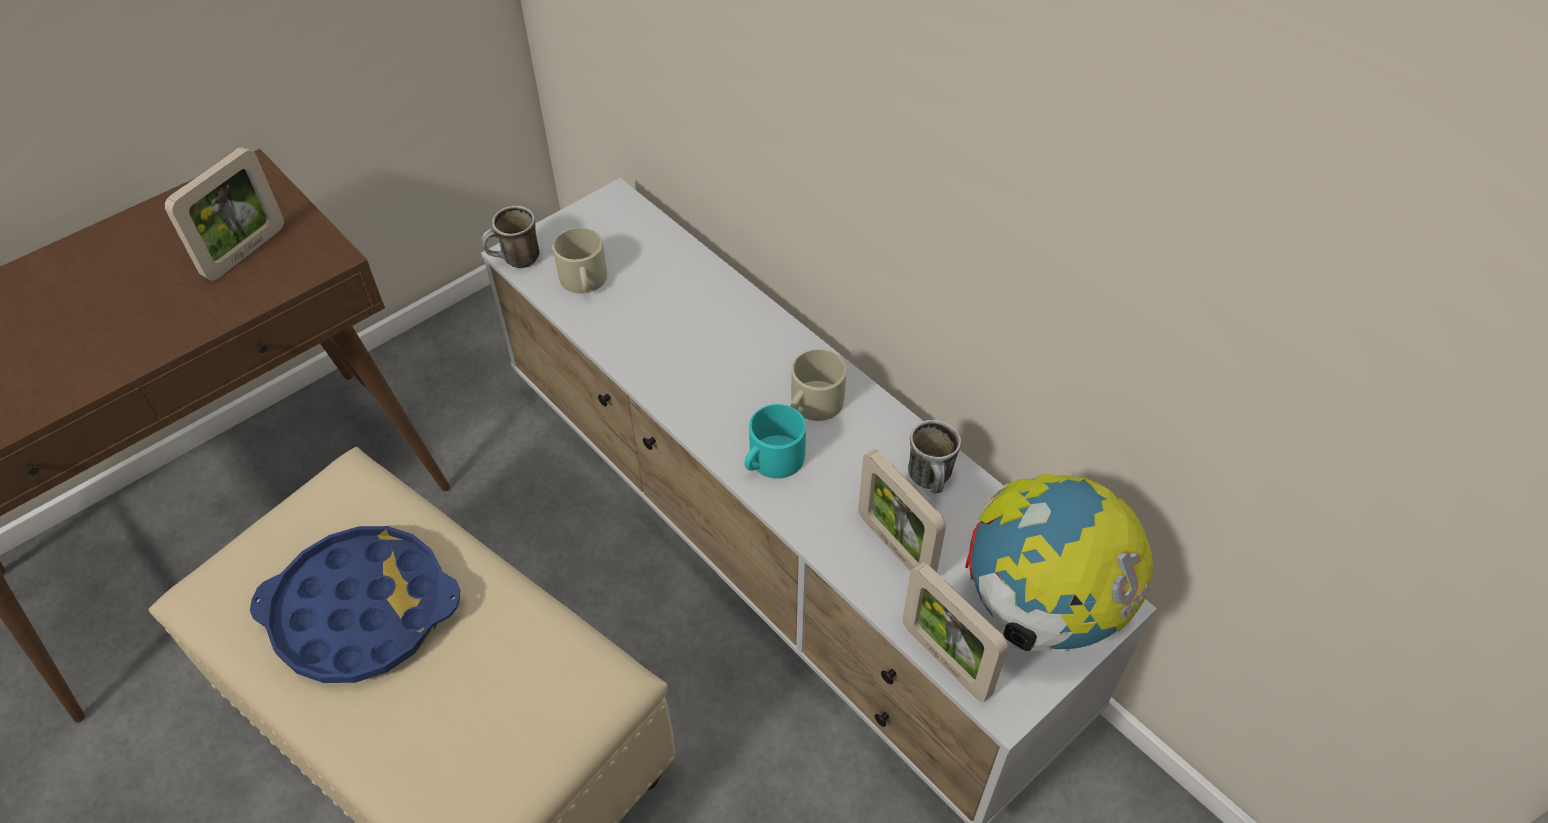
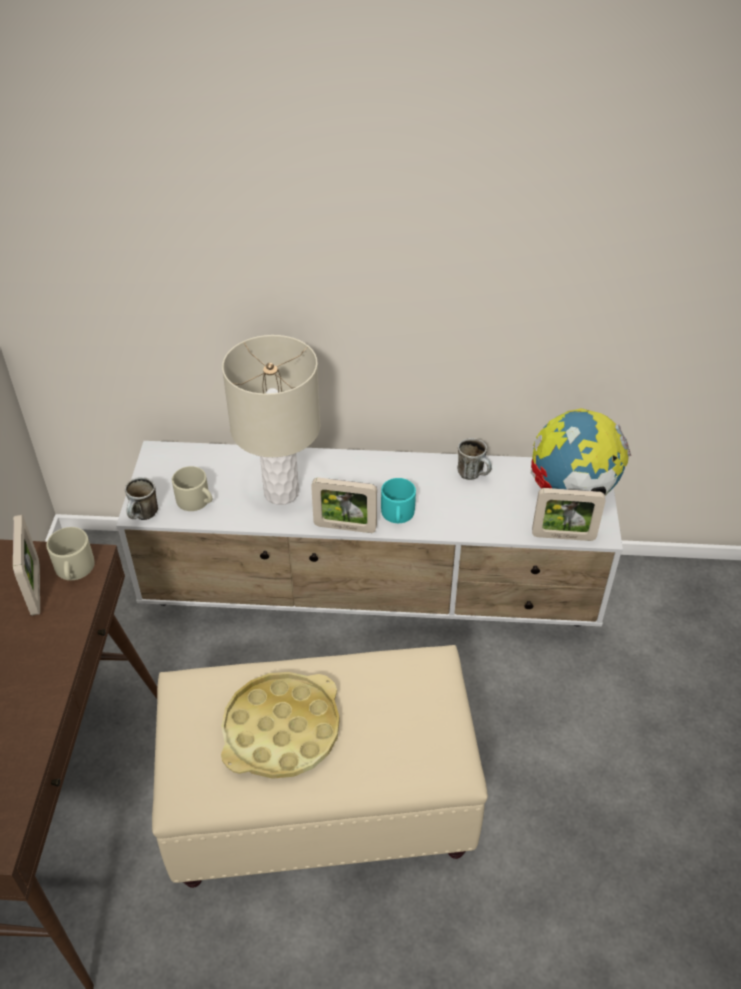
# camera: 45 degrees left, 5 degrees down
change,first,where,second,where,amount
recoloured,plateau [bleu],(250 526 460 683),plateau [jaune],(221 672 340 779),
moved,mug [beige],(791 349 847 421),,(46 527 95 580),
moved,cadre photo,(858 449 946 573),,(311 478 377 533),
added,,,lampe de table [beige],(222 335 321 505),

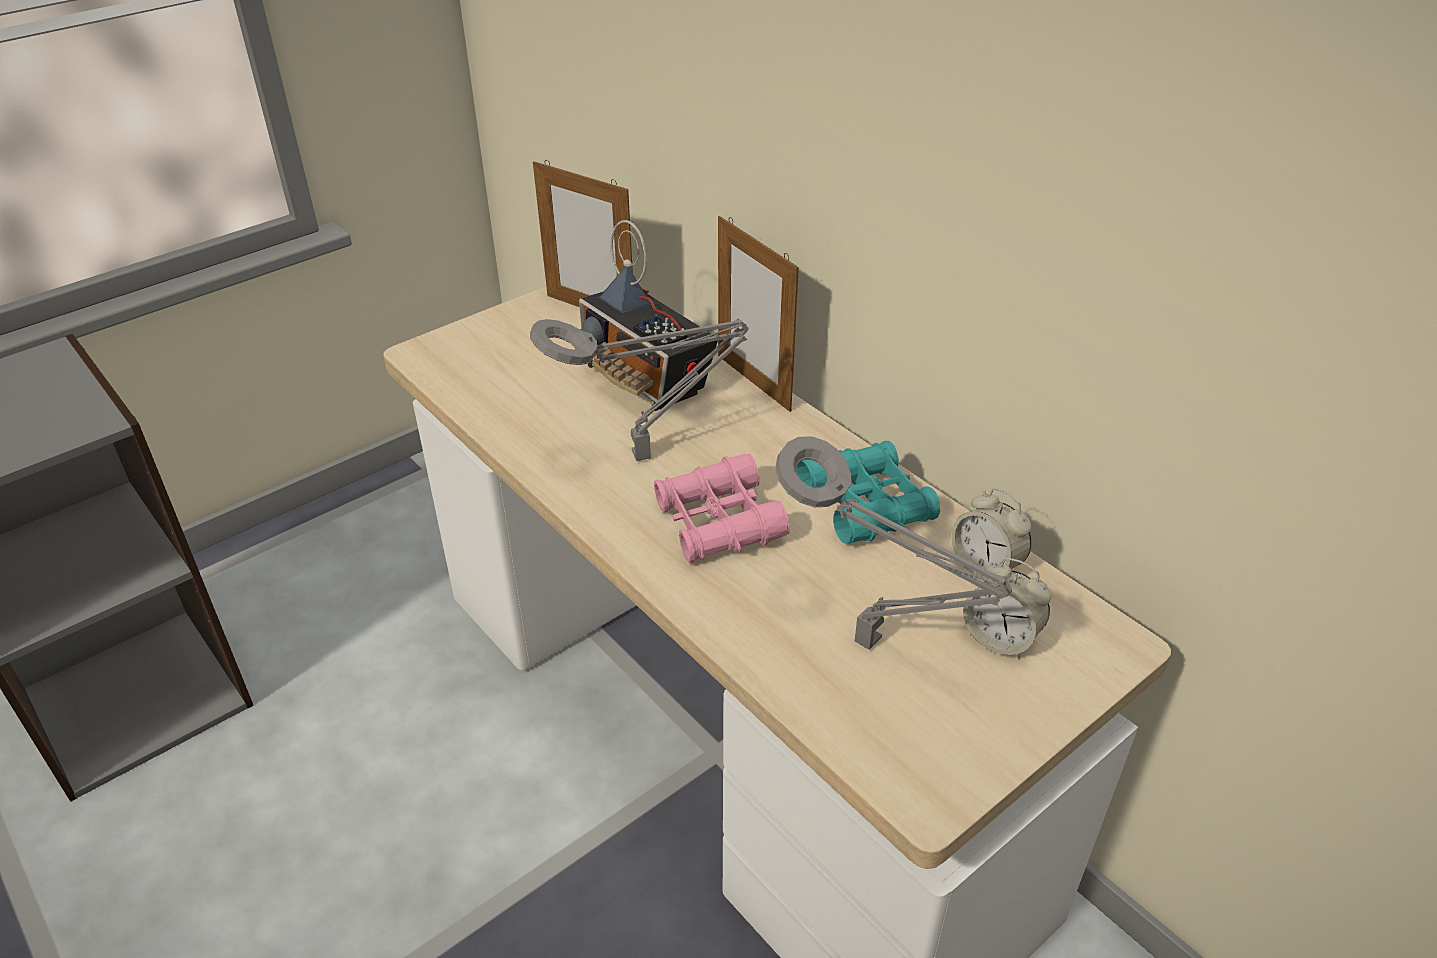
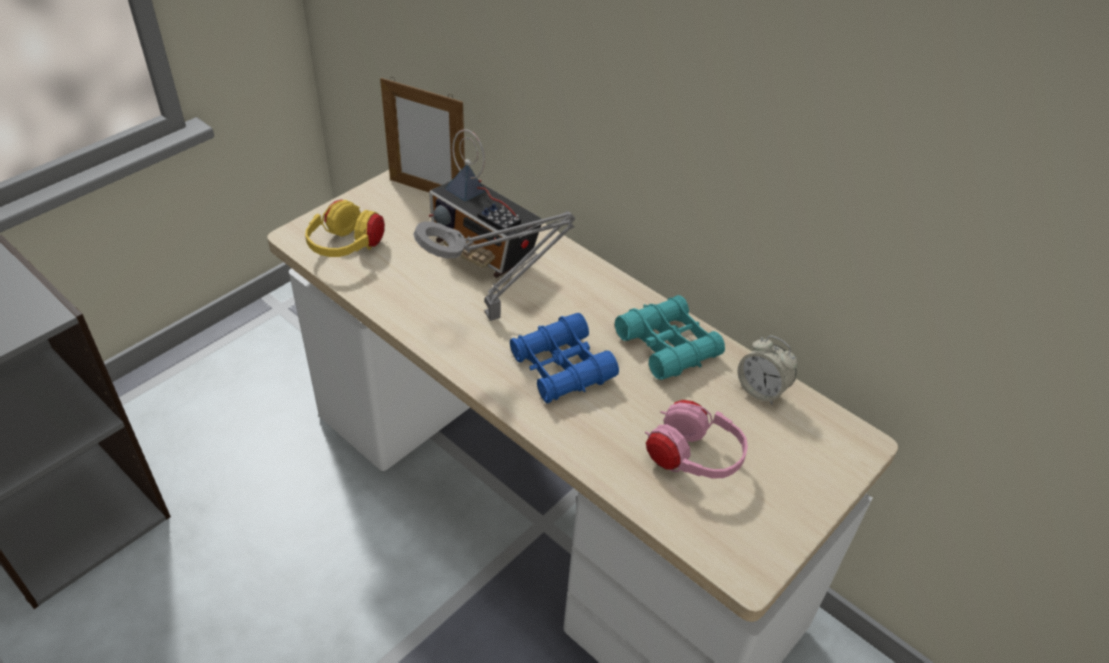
# camera: 10 degrees left, 5 degrees up
change,first,where,second,where,amount
recoloured,jumelles [rose],(654 454 790 563),jumelles [bleu],(510 313 619 403),
removed,cadre photo,(718 216 799 412),,,
replaced,lampe de table [gris],(775 437 1012 650),casque audio [rose],(645 400 748 478),
removed,réveil,(963 558 1051 659),,,
added,,,casque audio [jaune],(305 200 385 257),

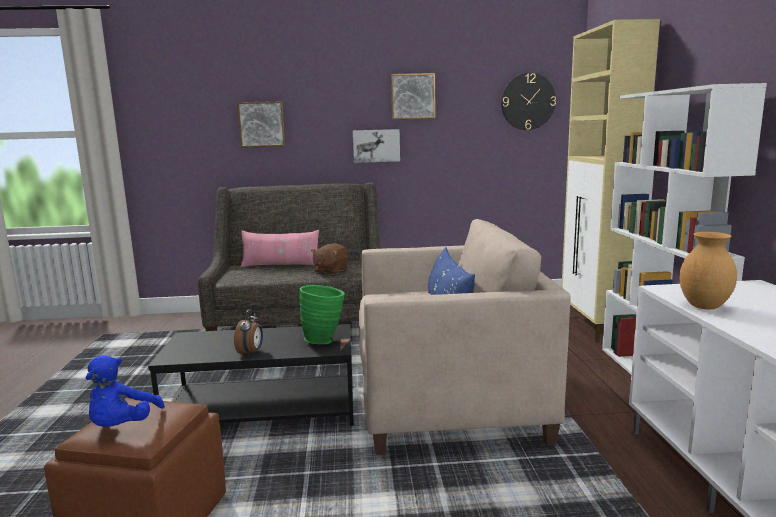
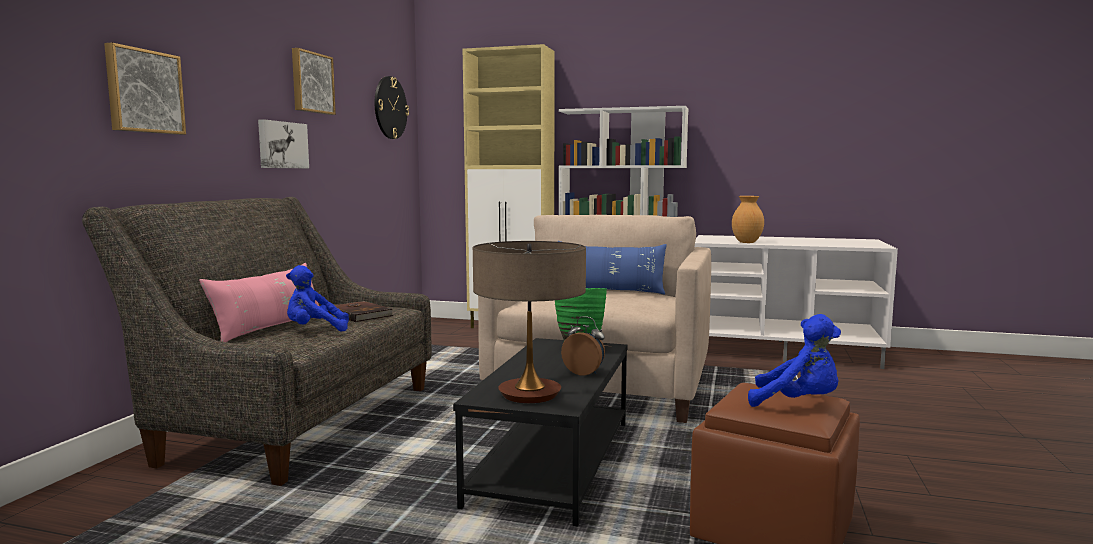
# camera: 70 degrees left, 5 degrees down
change,first,where,second,where,amount
replaced,peluche [marron],(311 243 348 275),livre [marron],(328 301 393 322),
added,,,peluche [bleu],(286 265 349 332),
added,,,lampe de table,(473 241 586 403),

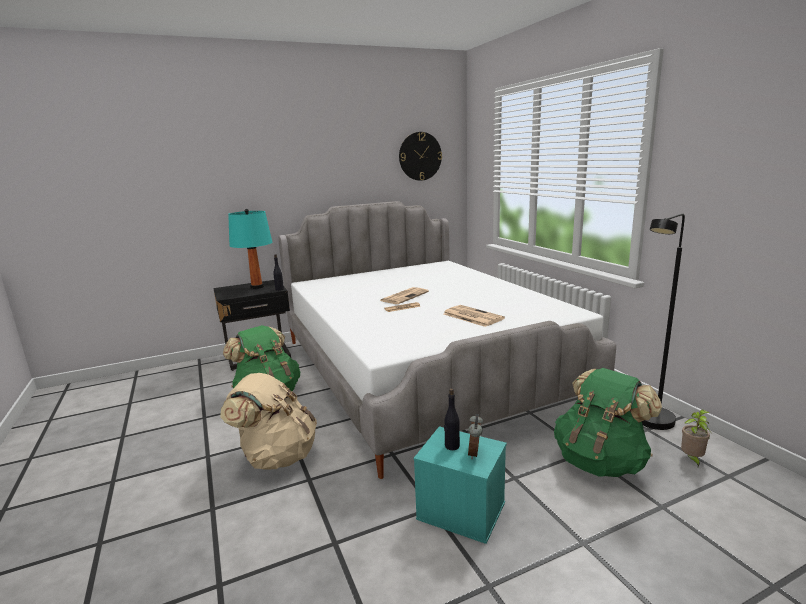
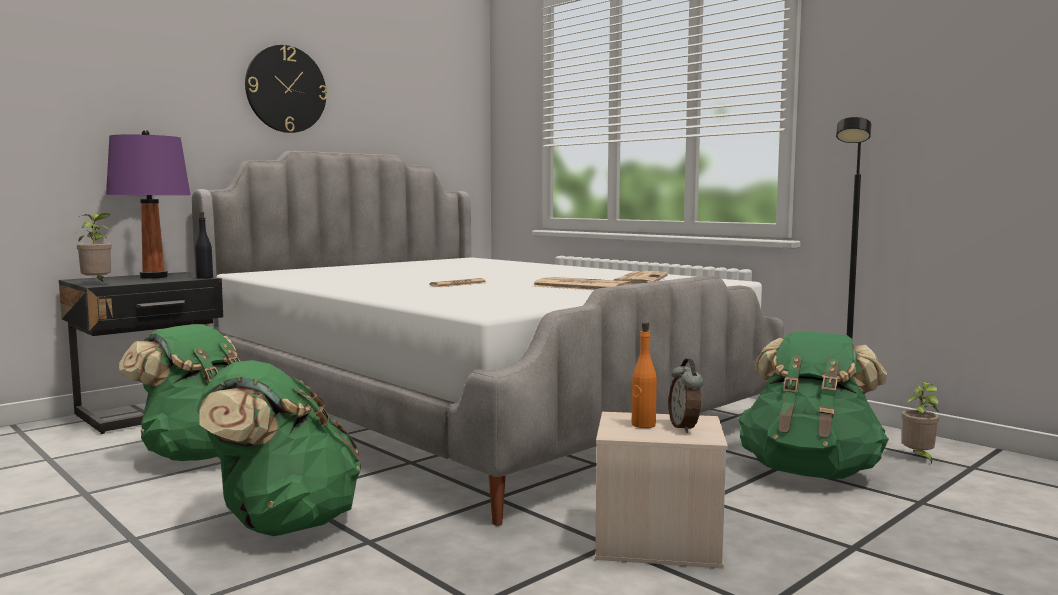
# camera: 20 degrees left, 10 degrees down
change,first,where,second,where,amount
recoloured,sac à dos [beige],(220 373 317 470),sac à dos [vert],(197 360 361 536),
recoloured,lampe de table [turquoise],(228 209 272 289),lampe de table [violet],(106 130 190 279),
moved,journal,(380 287 429 304),,(614 271 668 284),
moved,horloge murale,(399 132 442 181),,(245 45 327 133),
recoloured,boîte de rangement [turquoise],(414 426 507 544),boîte de rangement [beige],(595 412 728 569),
recoloured,bouteille [noir],(444 388 460 450),bouteille [orange],(632 322 657 428),
added,,,plante en pot,(75 213 112 282),

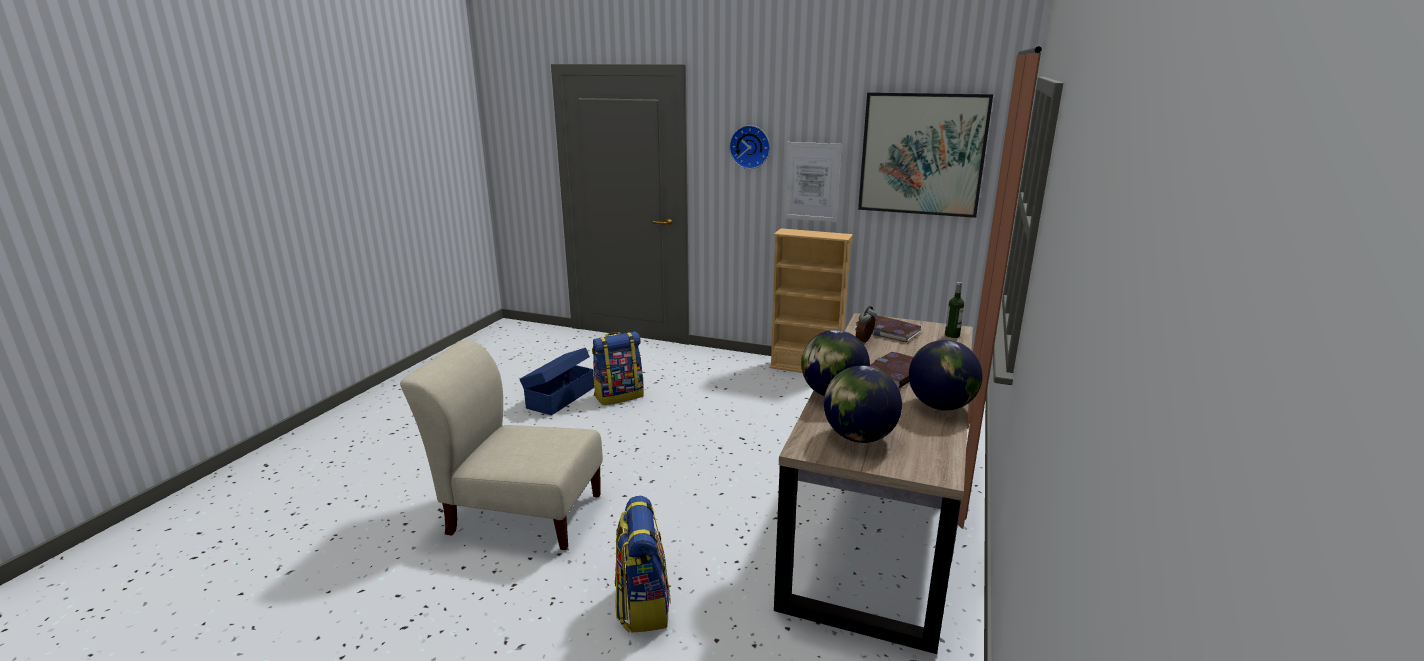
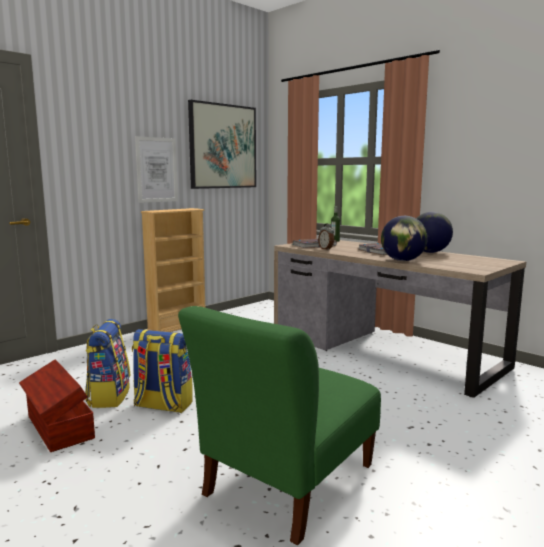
# camera: 65 degrees left, 10 degrees down
change,first,where,second,where,amount
recoloured,chaise [beige],(400 340 603 550),chaise [vert],(178 306 381 545),
recoloured,boîte de rangement [bleu],(520 348 594 415),boîte de rangement [marron],(19 359 95 452),
moved,sac à dos,(615 496 671 633),,(132 329 193 413),
removed,horloge murale,(729 125 770 169),,,
removed,globe,(824 365 902 443),,,

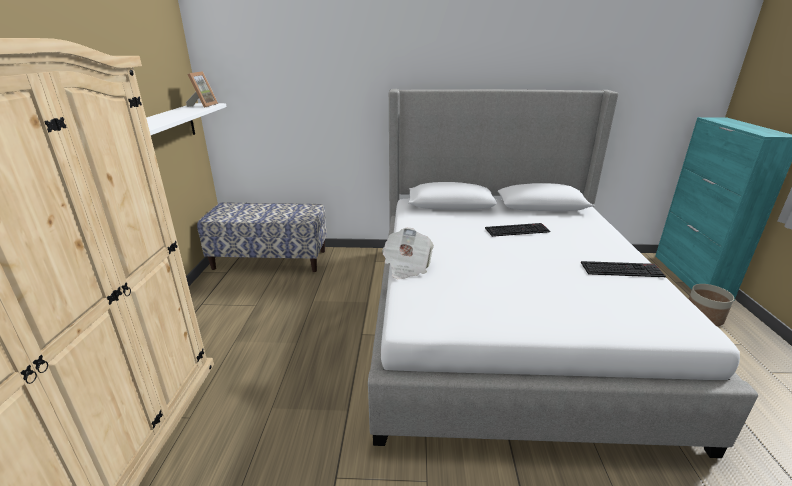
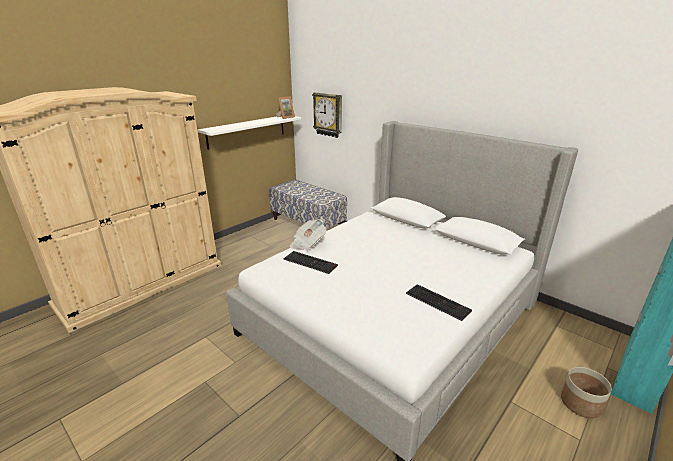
# camera: 40 degrees right, 0 degrees up
change,first,where,second,where,amount
moved,clavier,(485 223 550 237),,(284 251 338 274),
added,,,horloge murale,(312 92 342 138),

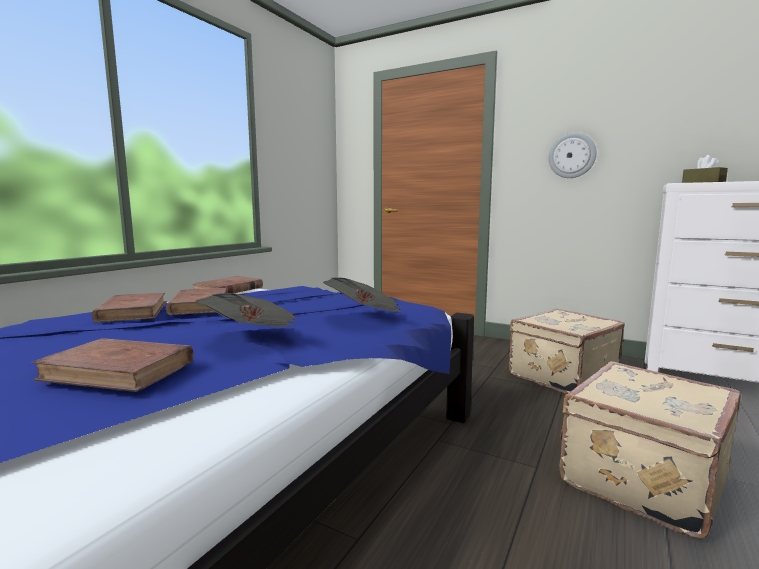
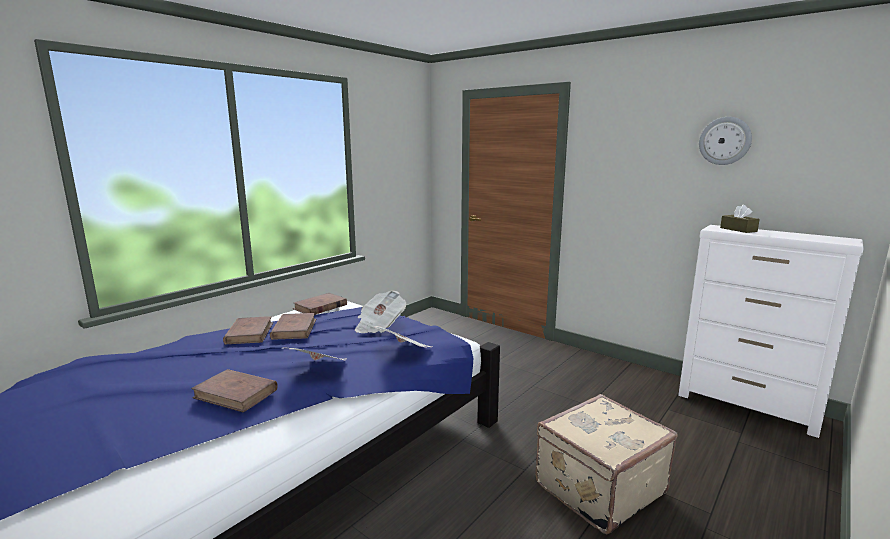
# camera: 10 degrees right, 5 degrees up
change,first,where,second,where,amount
removed,valise [beige],(509 308 625 394),,,
moved,horloge murale,(549 133 597 178),,(699 117 752 165),
added,,,journal,(355 291 406 333),

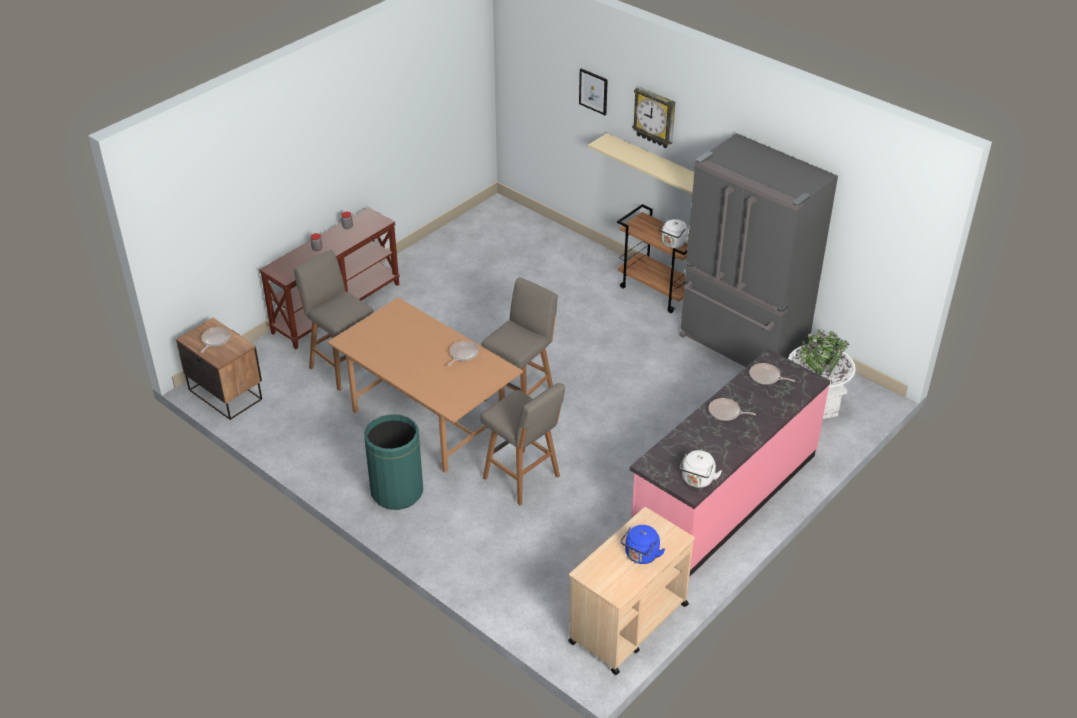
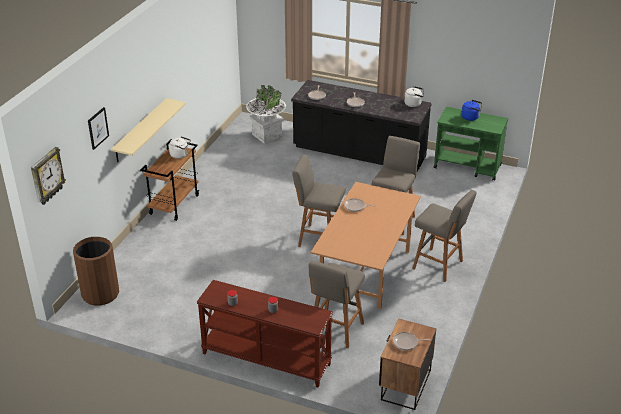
# camera: 110 degrees left, 5 degrees down
change,first,where,second,where,amount
replaced,poubelle [vert],(364 414 423 510),tabouret [gris],(412 190 476 282),
recoloured,chariot [beige],(568 507 695 675),chariot [vert],(434 107 508 181),
recoloured,comptoir de cuisine [rose],(630 349 830 577),comptoir de cuisine [noir],(291 80 432 172),
moved,horloge murale,(632 86 675 148),,(31 147 66 205),
removed,réfrigérateur [gris],(679 133 838 367),,,
added,,,poubelle [marron],(73 237 119 305),

